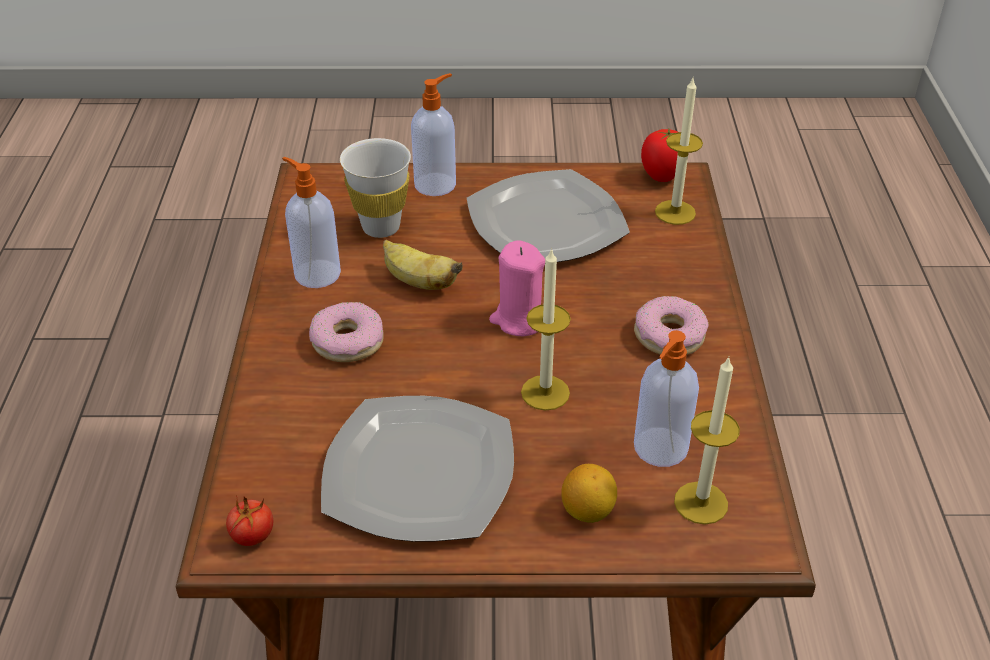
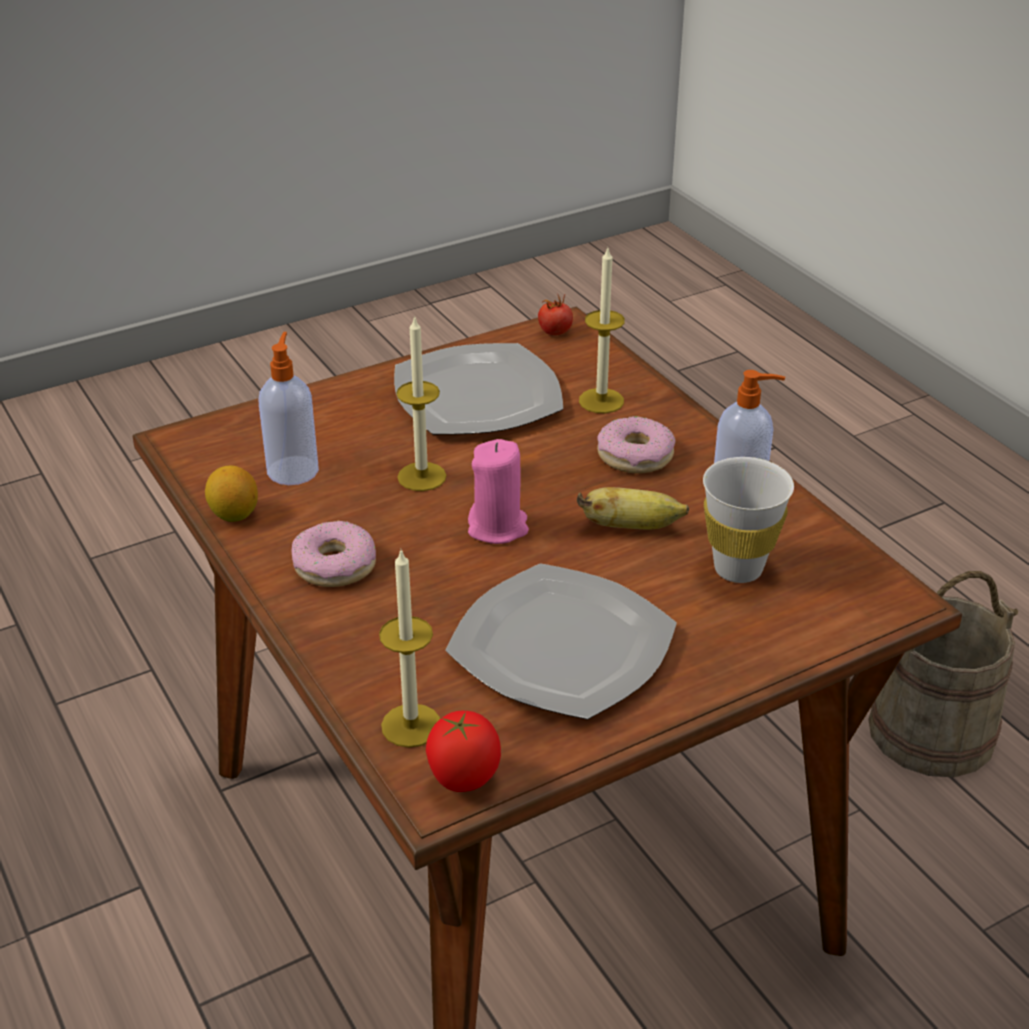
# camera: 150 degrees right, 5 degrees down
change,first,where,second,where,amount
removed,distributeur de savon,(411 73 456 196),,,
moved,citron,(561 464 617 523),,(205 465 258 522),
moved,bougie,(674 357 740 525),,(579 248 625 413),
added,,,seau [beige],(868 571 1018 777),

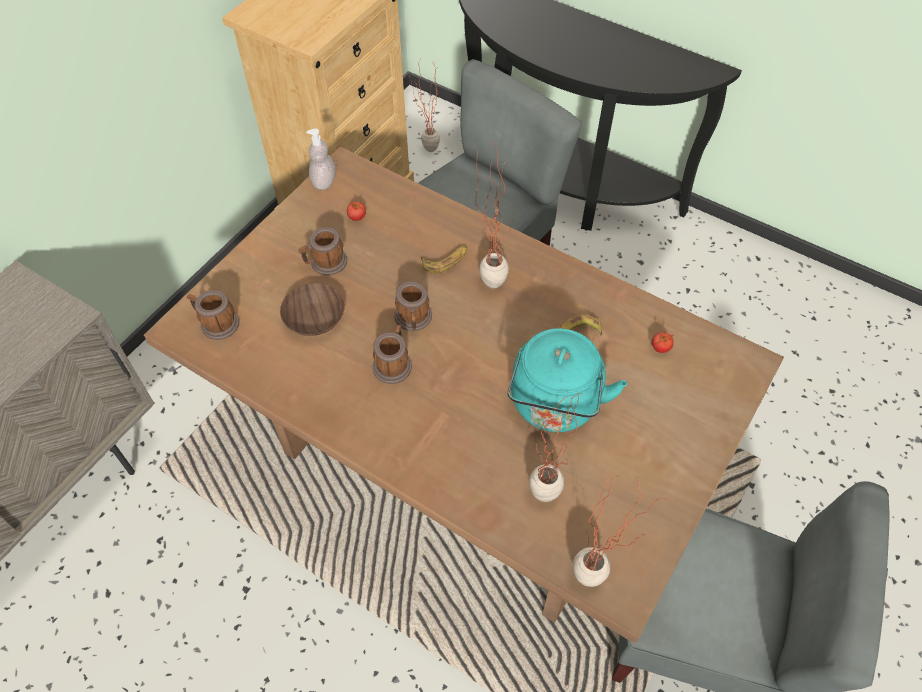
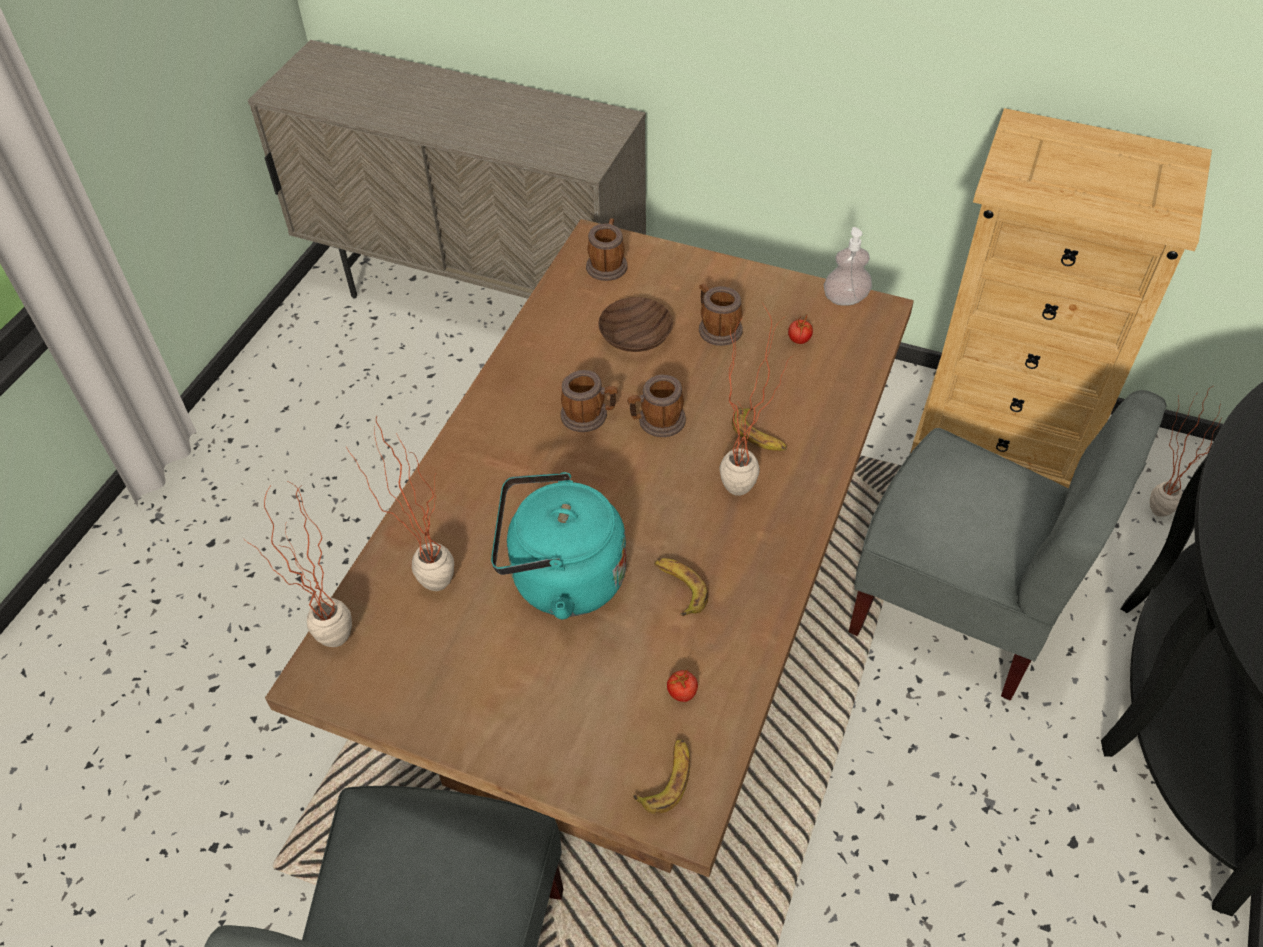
# camera: 80 degrees right, 5 degrees down
change,first,where,second,where,amount
added,,,banane,(633 739 690 814),

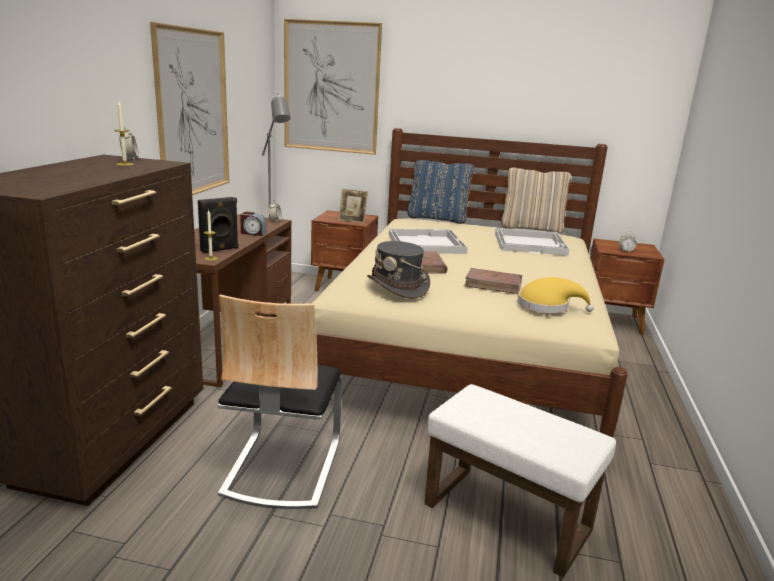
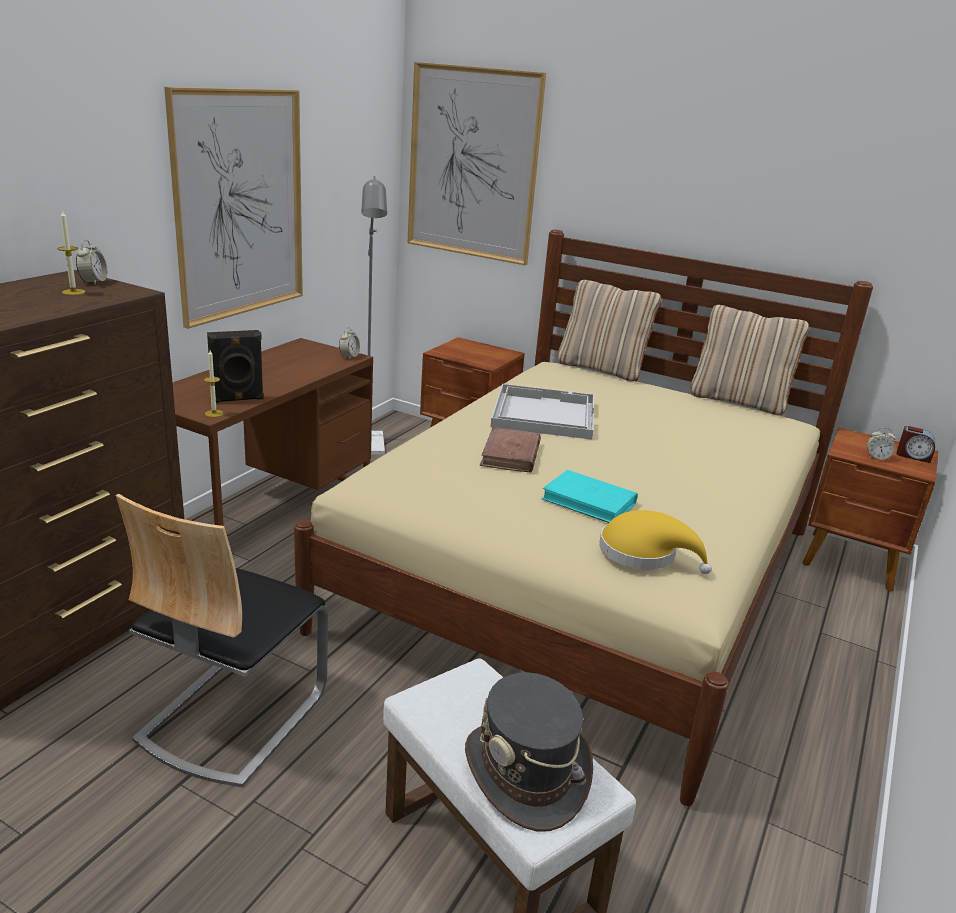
# camera: 15 degrees right, 5 degrees up
change,first,where,second,where,amount
moved,réveil,(240 212 266 236),,(896 426 935 463),
removed,cadre photo,(338 189 368 223),,,
moved,chapeau [gris],(367 241 430 299),,(465 672 593 831),
recoloured,coussin [bleu],(407 160 474 224),coussin [beige],(558 280 662 381),
recoloured,livre [marron],(464 268 522 294),livre [turquoise],(542 470 638 523),
removed,plateau [blanc],(495 228 569 255),,,

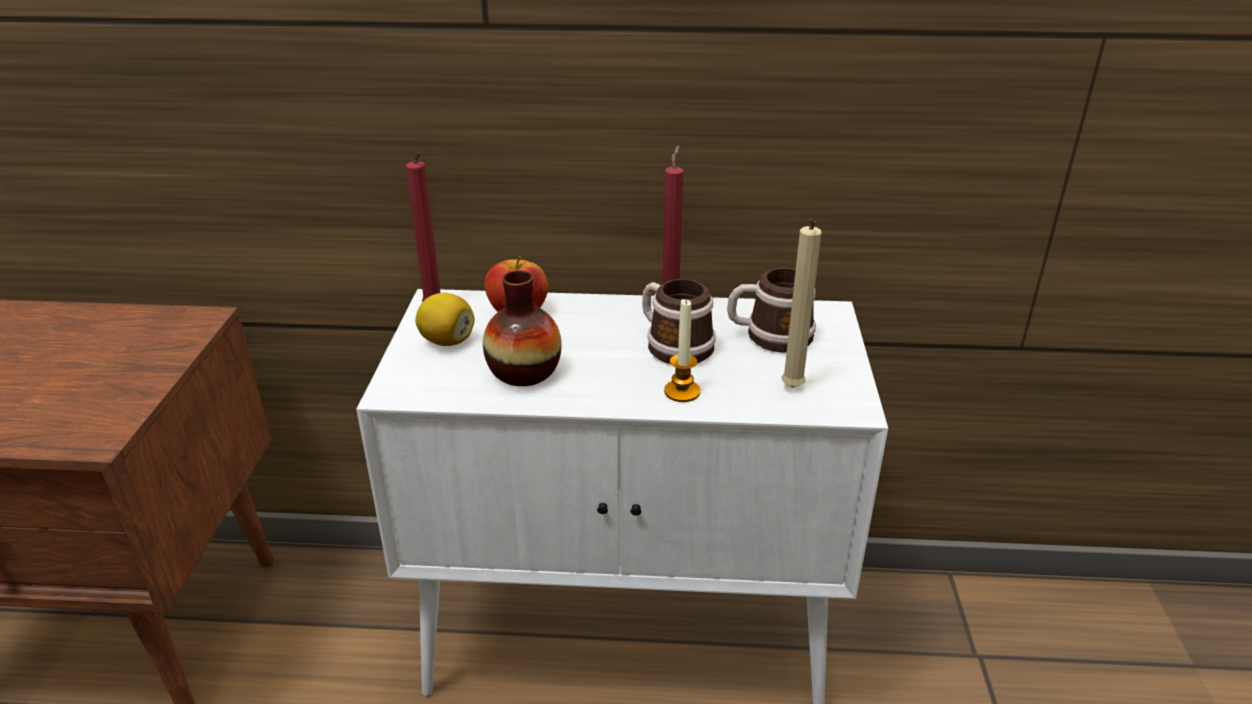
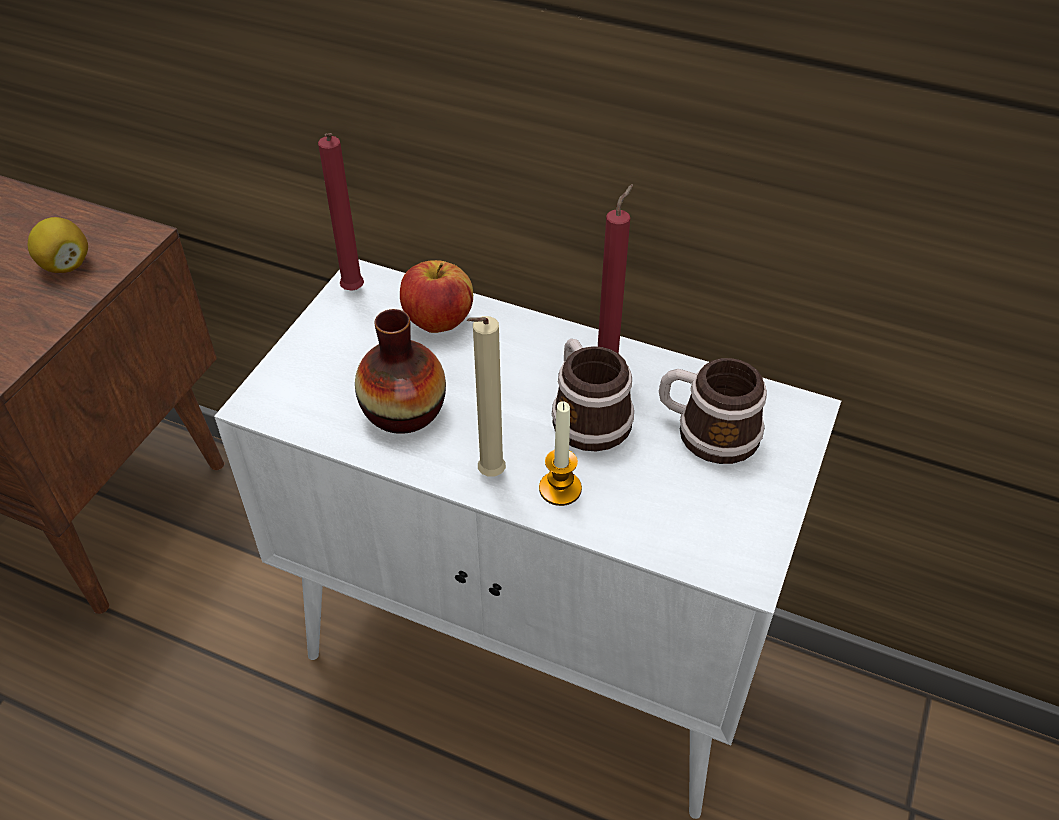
# camera: 20 degrees right, 15 degrees up
change,first,where,second,where,amount
moved,citron,(415 293 475 346),,(28 217 88 273),
moved,bougie [beige],(782 219 821 388),,(467 316 506 477),

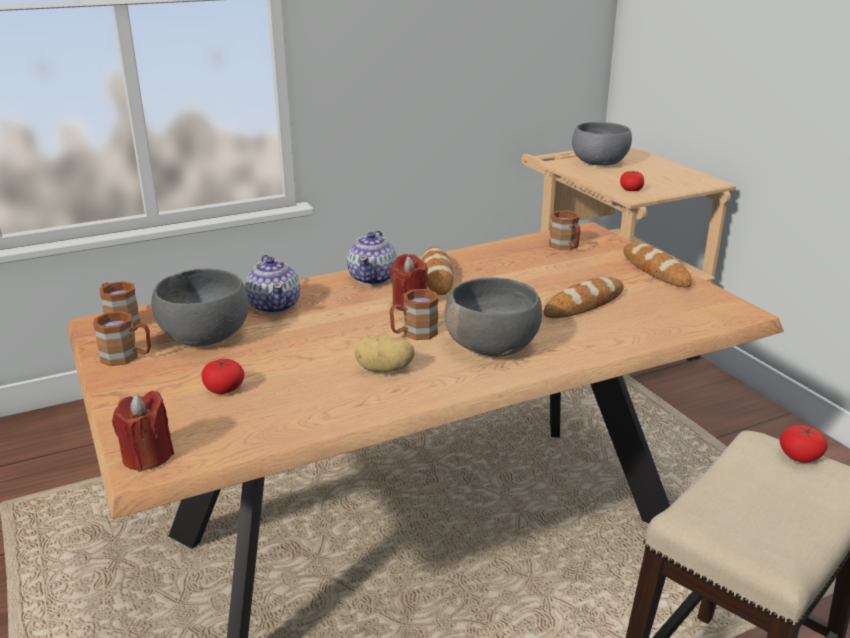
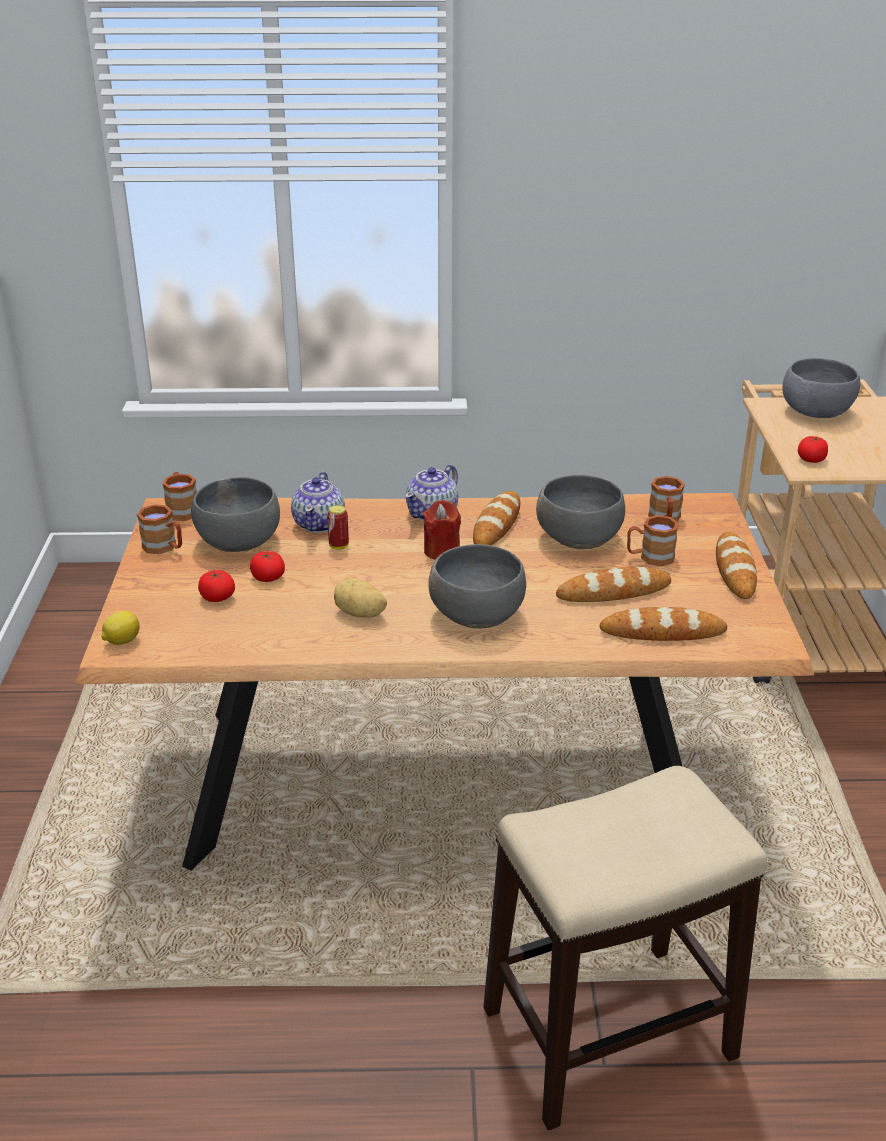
# camera: 25 degrees right, 5 degrees up
change,first,where,second,where,amount
replaced,bougie [rouge],(112 391 174 472),citron,(101 611 140 645),
moved,mug [marron],(389 289 438 340),,(627 515 679 566),
moved,tomate,(780 425 828 463),,(250 551 285 582),
added,,,boîte métallique,(327 505 349 549),
added,,,bol [gris],(536 475 625 549),
added,,,pain,(600 607 727 641),

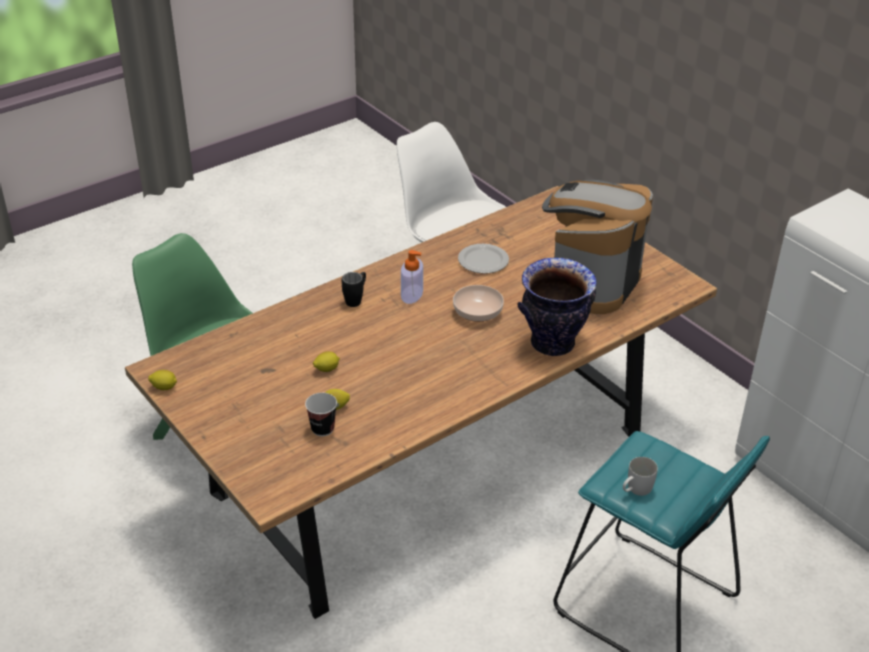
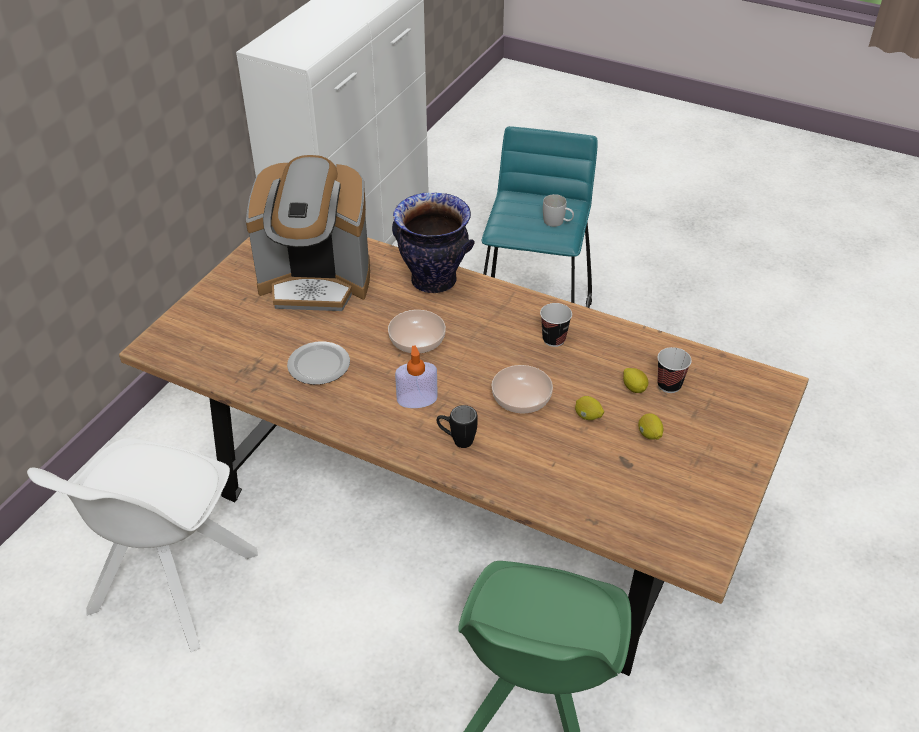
# camera: 115 degrees left, 5 degrees up
change,first,where,second,where,amount
moved,citron,(148 370 177 390),,(638 413 663 440),
added,,,bol,(491 365 553 413),
added,,,tasse,(540 303 572 347),

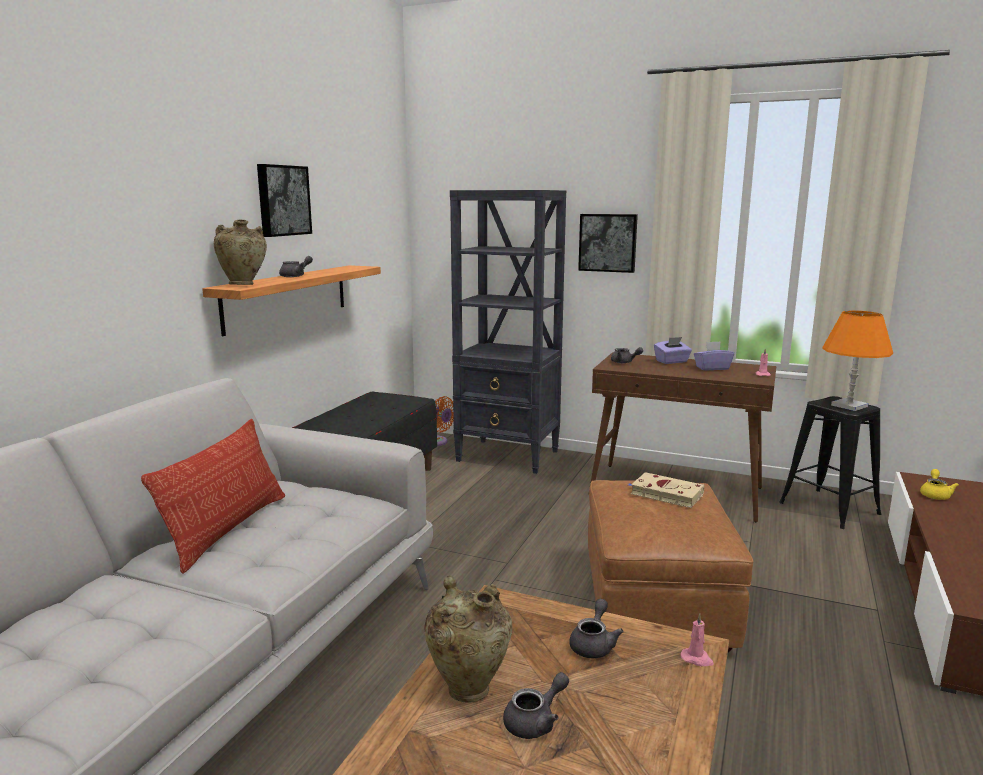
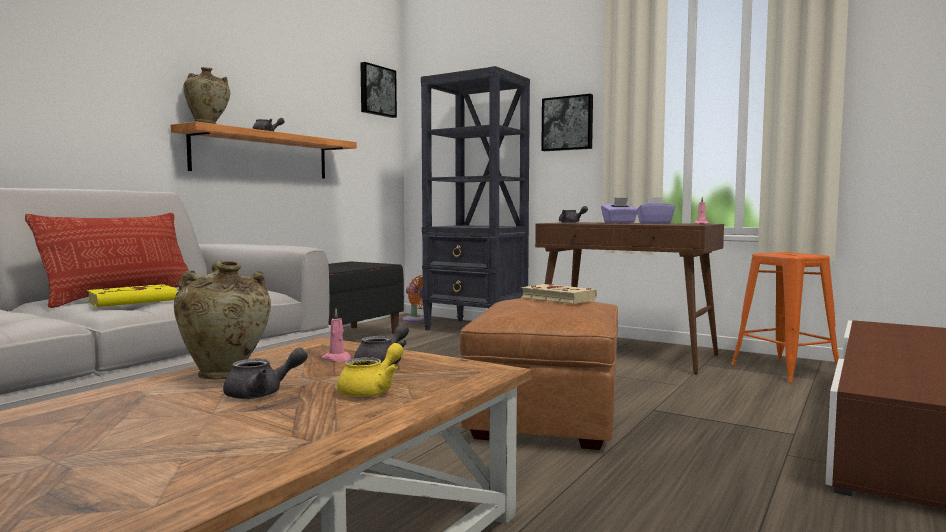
# camera: 10 degrees right, 10 degrees down
change,first,where,second,where,amount
moved,tableau,(257 164 312 237),,(361 62 397 118),
moved,bougie [rose],(681 613 714 666),,(322 309 351 362),
recoloured,tabouret [noir],(779 396 881 529),tabouret [orange],(731 252 839 382),
removed,lampe de table [orange],(822 310 893 411),,,
moved,théière [jaune],(920 469 959 500),,(337 343 404 398),
added,,,livre [jaune],(87 284 177 307),

